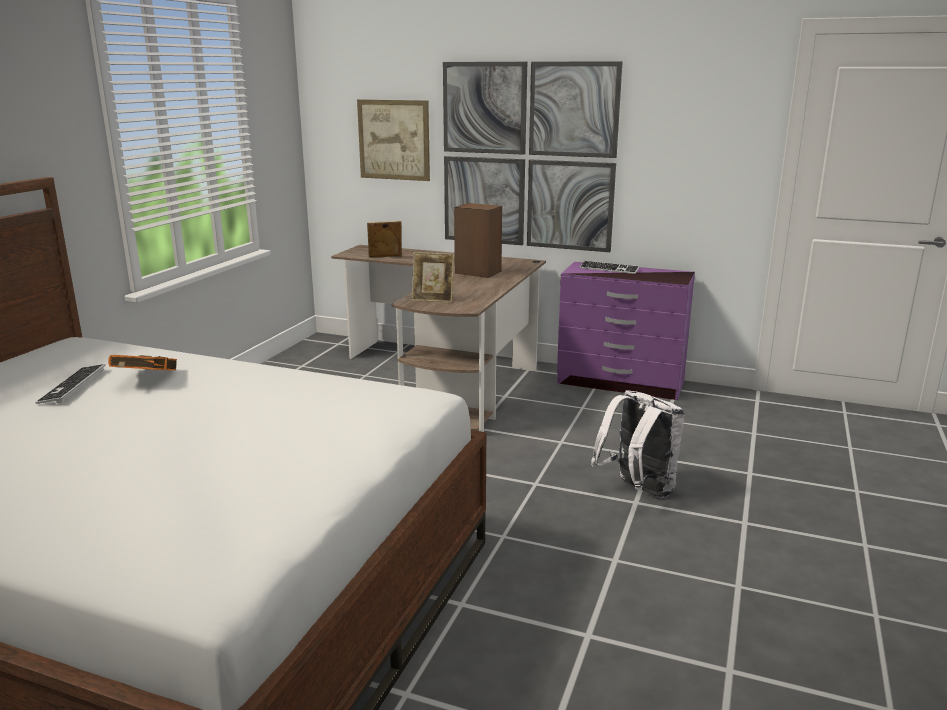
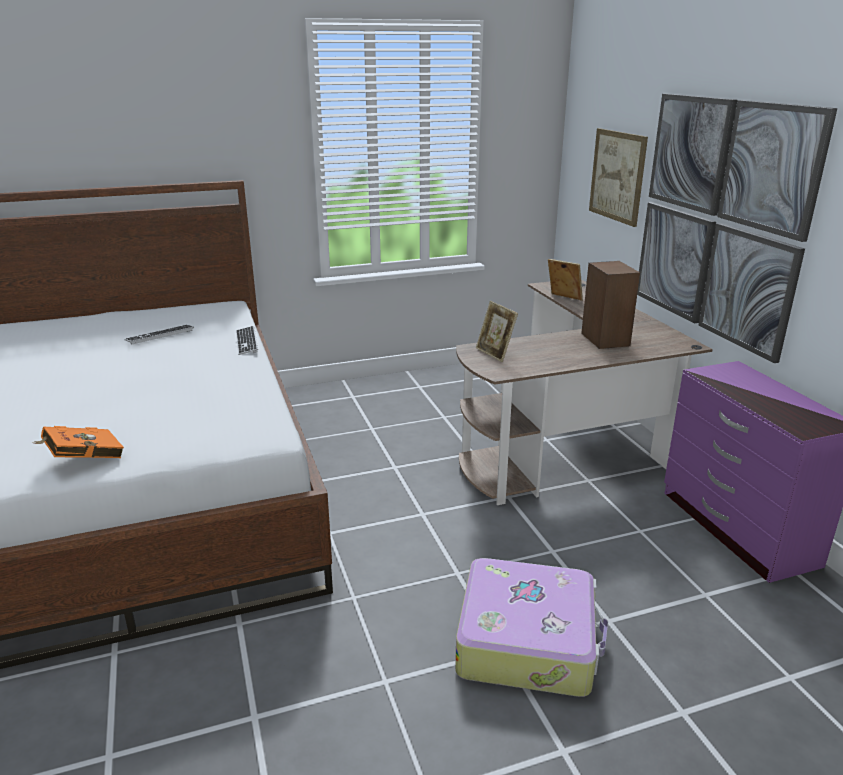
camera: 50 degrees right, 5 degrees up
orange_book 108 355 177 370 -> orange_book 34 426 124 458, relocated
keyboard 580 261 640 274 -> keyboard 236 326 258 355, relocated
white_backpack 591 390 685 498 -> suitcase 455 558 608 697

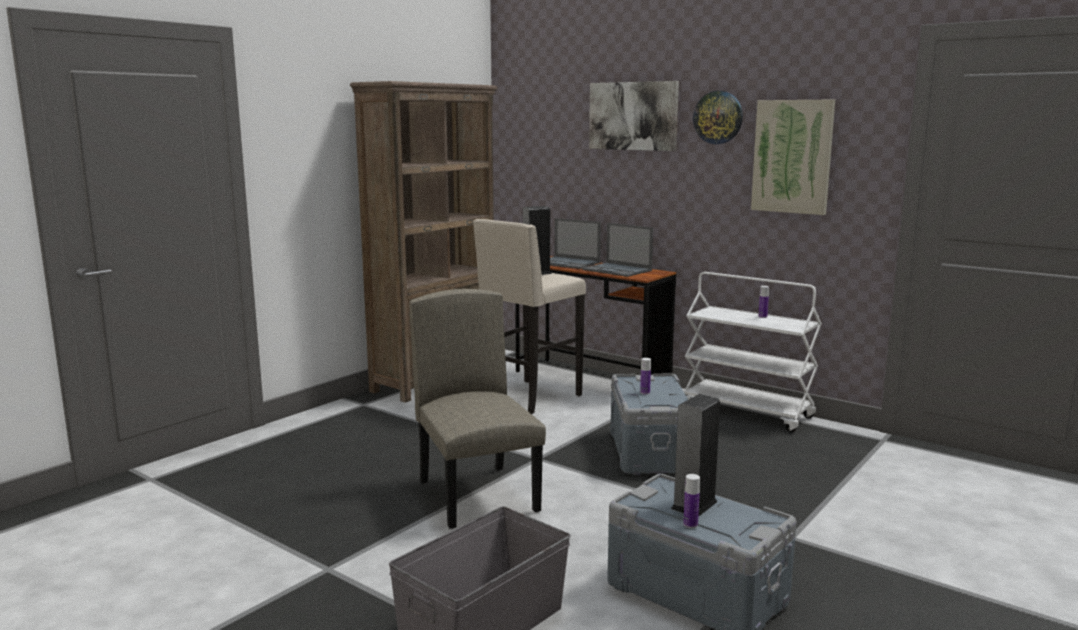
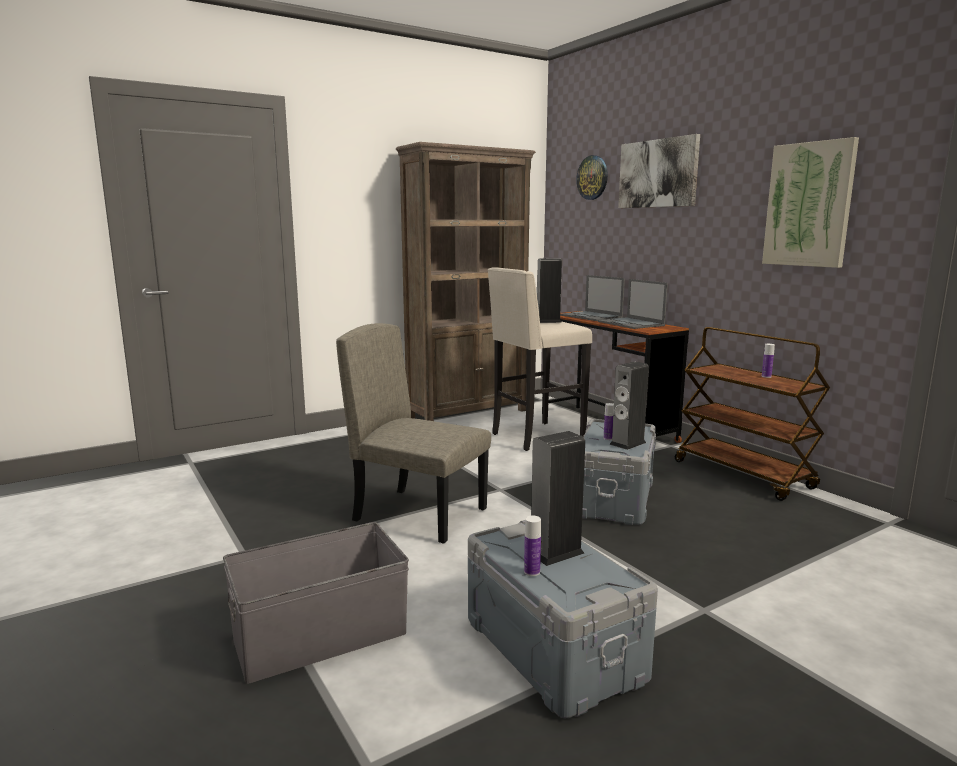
camera: 20 degrees right, 0 degrees up
beige_chair 409 289 546 529 -> beige_chair 336 323 491 543, 60 degrees counterclockwise
white_cart 684 272 822 433 -> brown_cart 675 327 830 501
wall_clock 693 91 743 144 -> wall_clock 576 155 608 200, relocated
none -> speaker 609 362 649 450

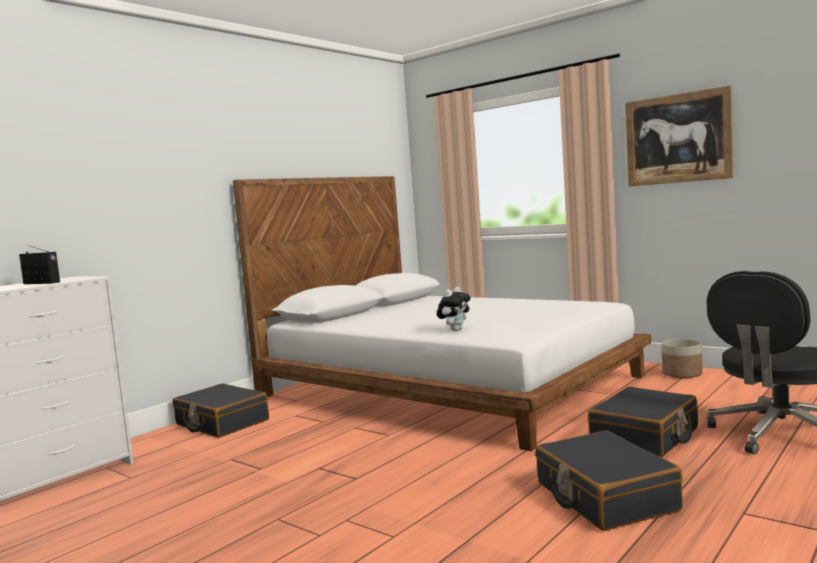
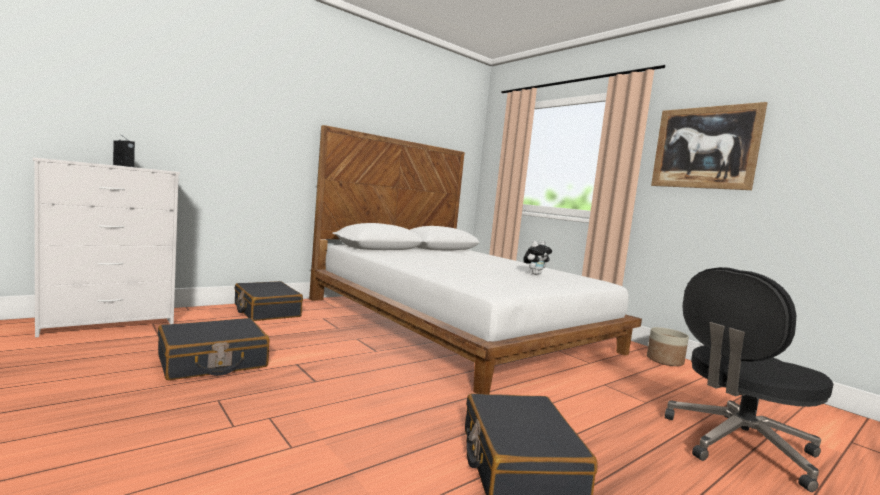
camera: 10 degrees right, 0 degrees up
plush_toy 437 287 471 331 -> plush_toy 523 241 552 275, relocated
black_suitcase 588 387 698 457 -> black_suitcase 158 318 269 380, relocated

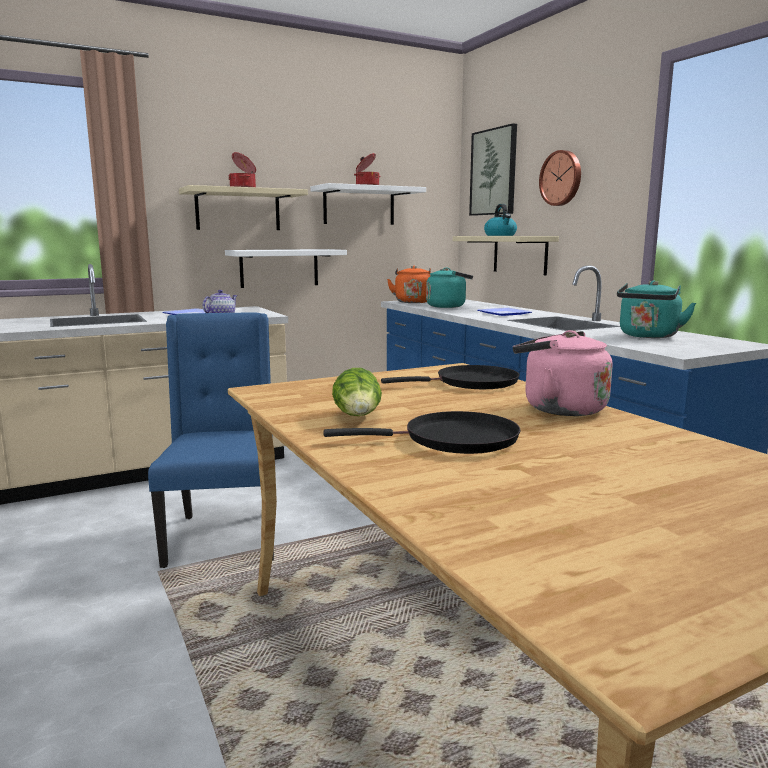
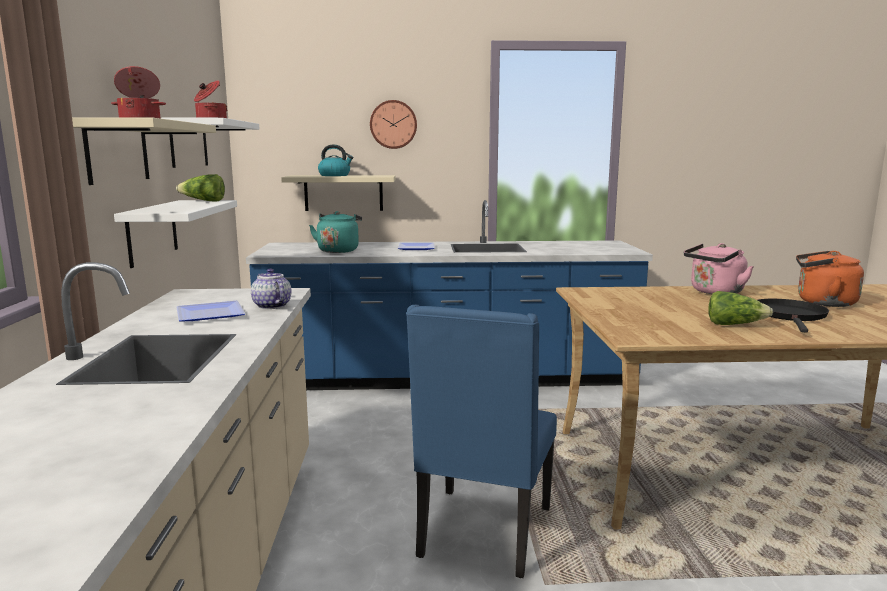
camera: 65 degrees left, 0 degrees up
blue_chair 148 312 274 568 -> blue_chair 406 305 557 578, 90 degrees counterclockwise
black_frying_pan 381 365 520 389 -> none
orange_kettle 387 266 431 303 -> orange_kettle 796 251 864 307, relocated
picture 469 123 517 216 -> none
turquoise_kettle 617 281 696 338 -> none
none -> lettuce 176 174 225 201

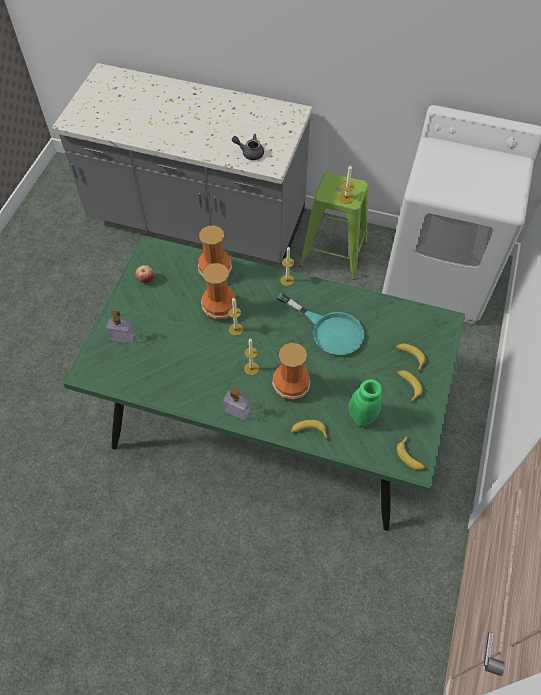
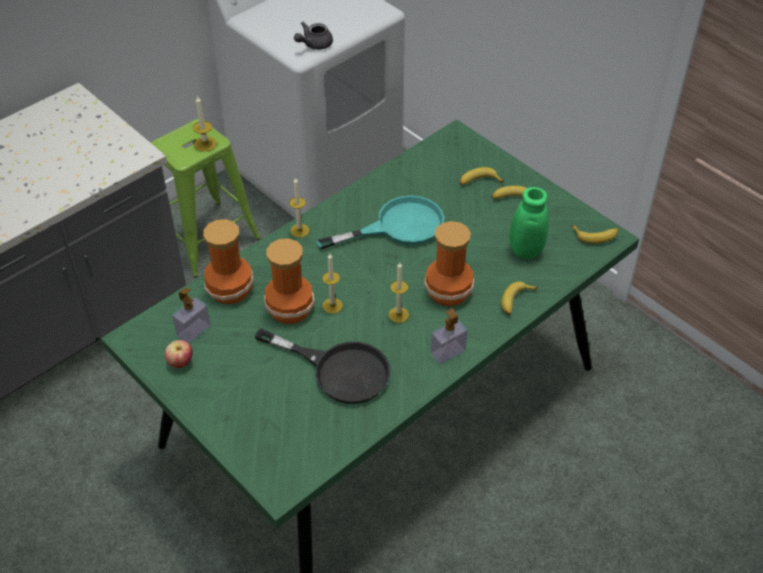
camera: 60 degrees left, 10 degrees down
soap_dispenser 106 311 135 344 -> soap_dispenser 172 287 211 343, relocated
grey_teapot 232 134 264 160 -> grey_teapot 294 22 333 50, relocated
none -> black_frying_pan 254 328 390 404

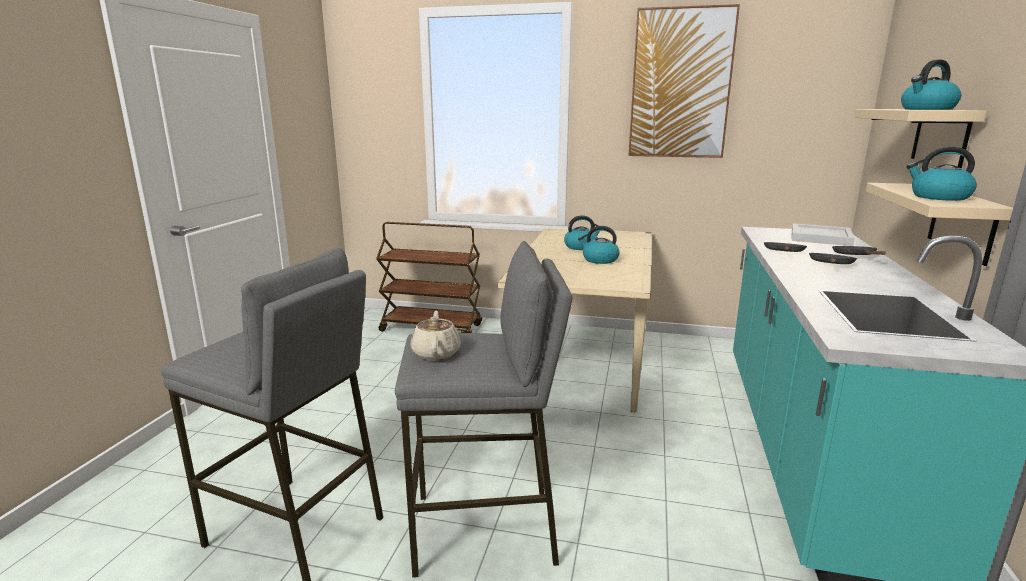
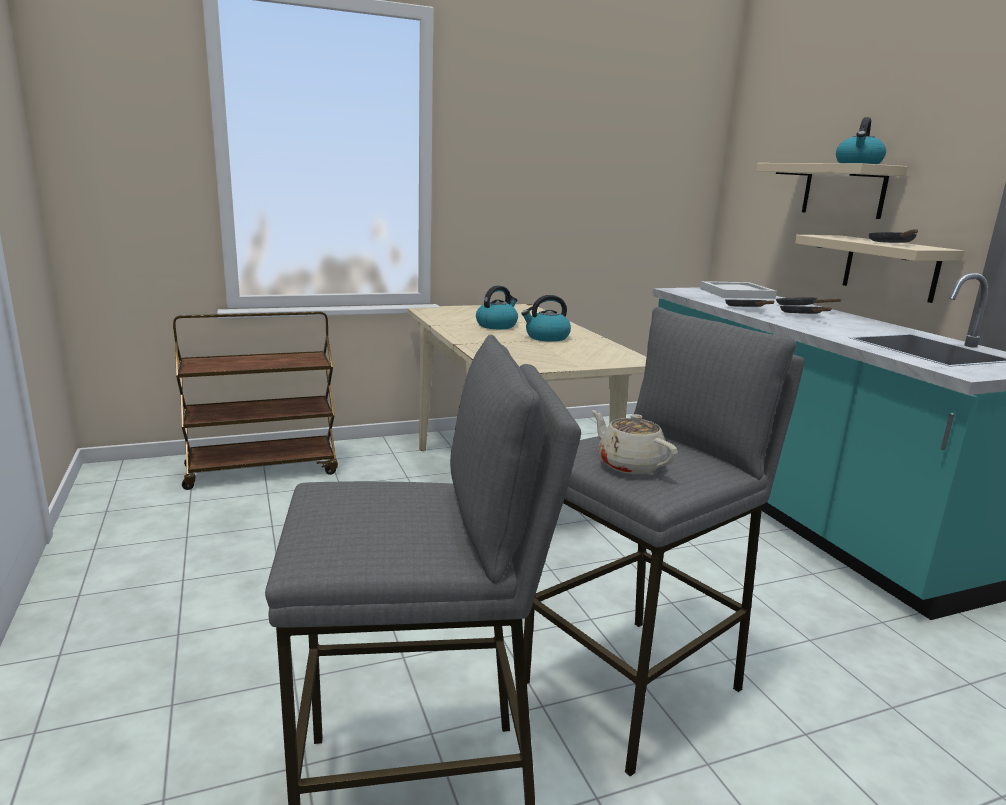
camera: 35 degrees left, 0 degrees up
picture 628 4 740 158 -> none
kettle 907 146 977 201 -> black_frying_pan 869 229 918 243

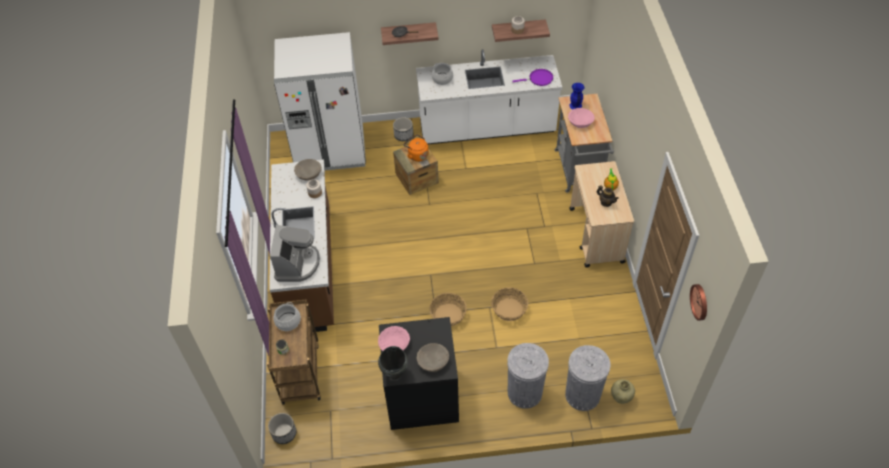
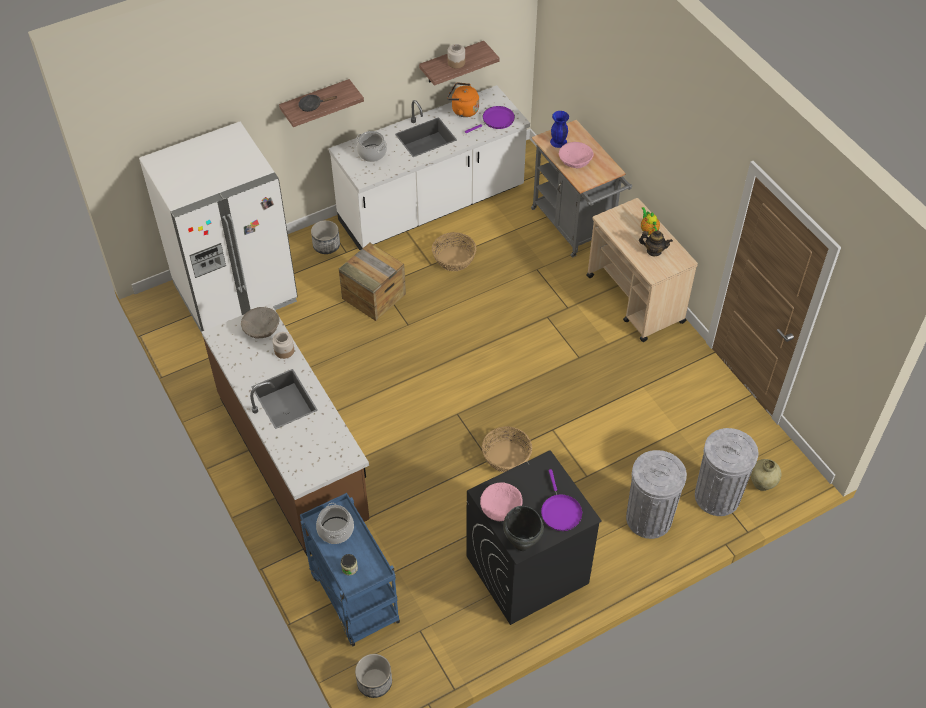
camera: 25 degrees left, 0 degrees up
brown_cart 267 299 321 404 -> blue_cart 300 493 400 646
coffee_machine 270 225 320 282 -> none
orange_kettle 404 134 429 162 -> orange_kettle 447 83 479 117, relocated
beige_bowl 417 343 449 372 -> purple_frying_pan 541 469 583 531
basket 491 287 528 321 -> basket 432 232 476 271, relocated
wall_clock 690 284 707 321 -> none

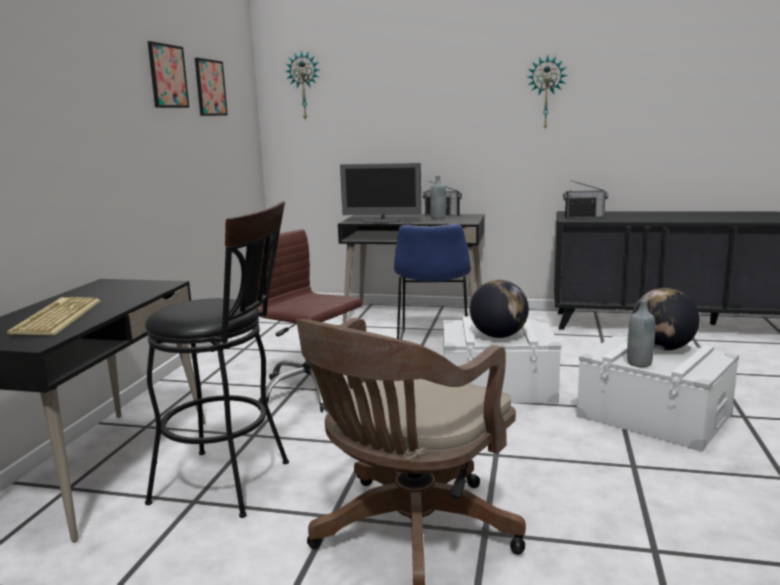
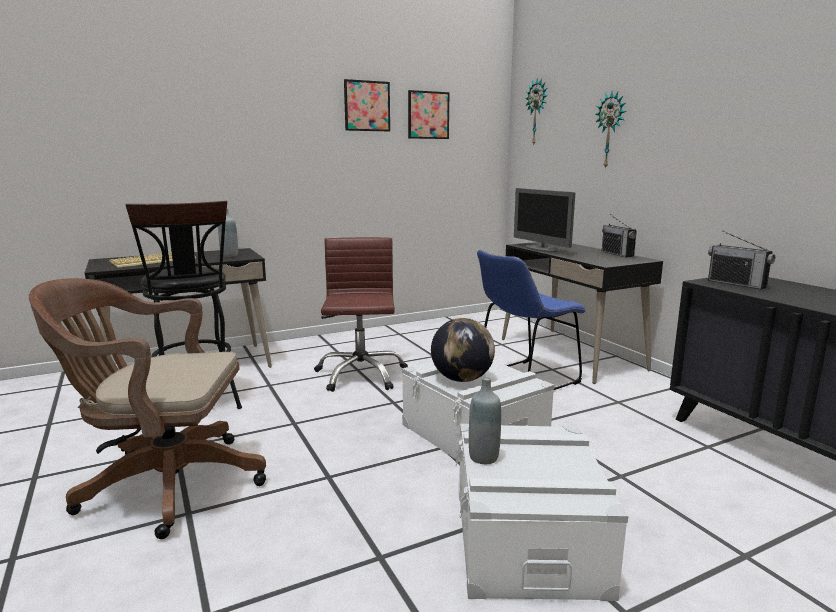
camera: 50 degrees right, 0 degrees up
grey_bottle 430 175 446 219 -> grey_bottle 218 208 238 257, relocated
wall_clock 528 55 568 130 -> wall_clock 595 91 626 169, relocated
globe 633 288 700 351 -> none

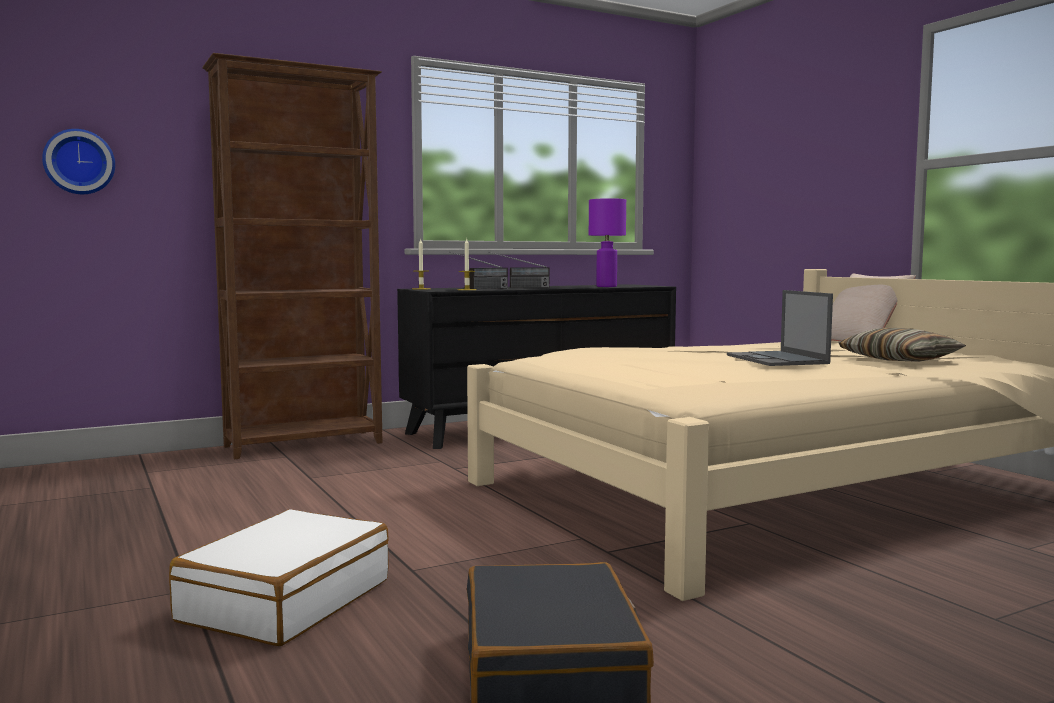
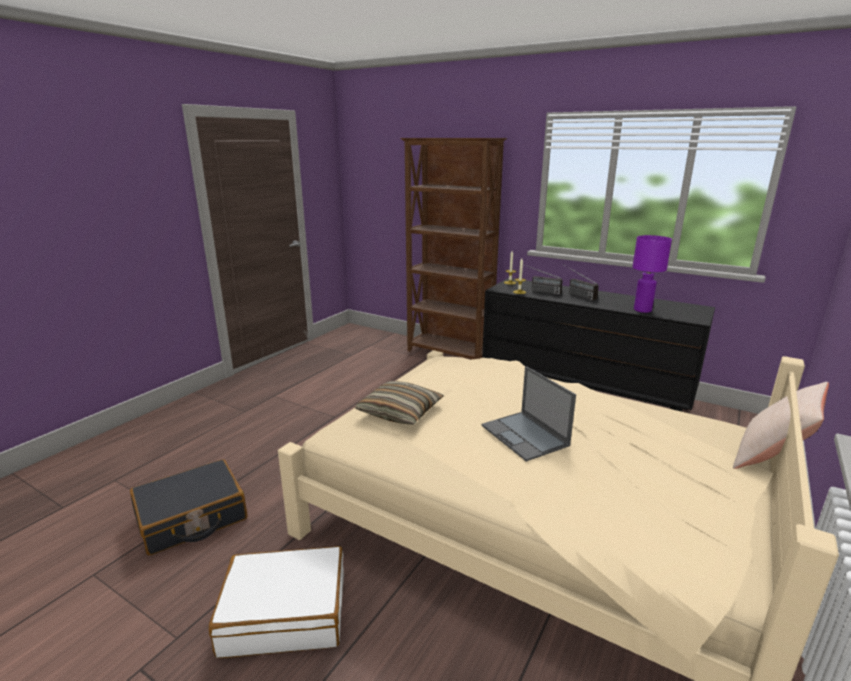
camera: 60 degrees right, 15 degrees up
wall_clock 42 129 115 194 -> none
white_suitcase 169 509 389 646 -> white_suitcase 209 546 344 658, relocated
laptop 727 290 833 366 -> laptop 482 366 576 462, 75 degrees counterclockwise
pillow 838 327 966 362 -> pillow 355 381 444 425, relocated

